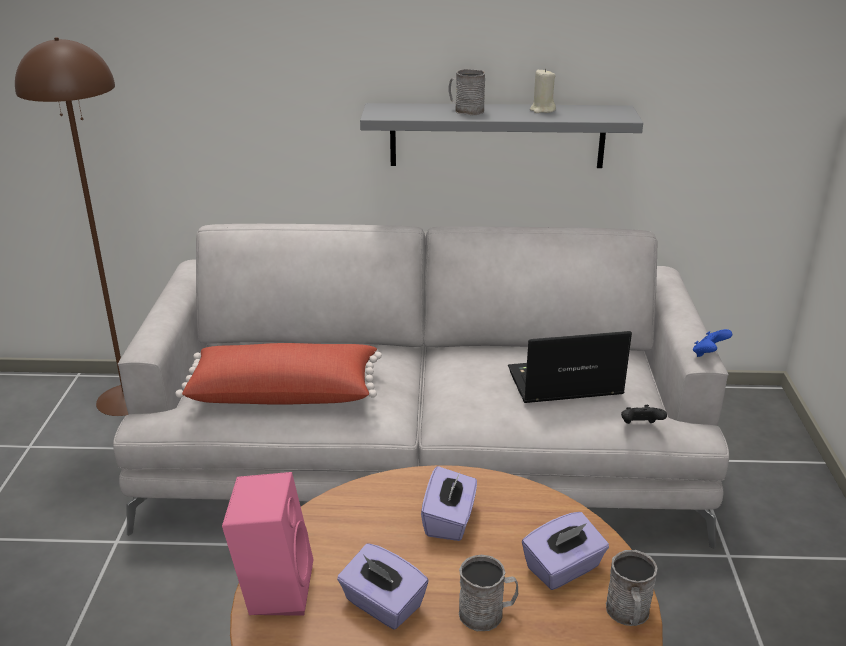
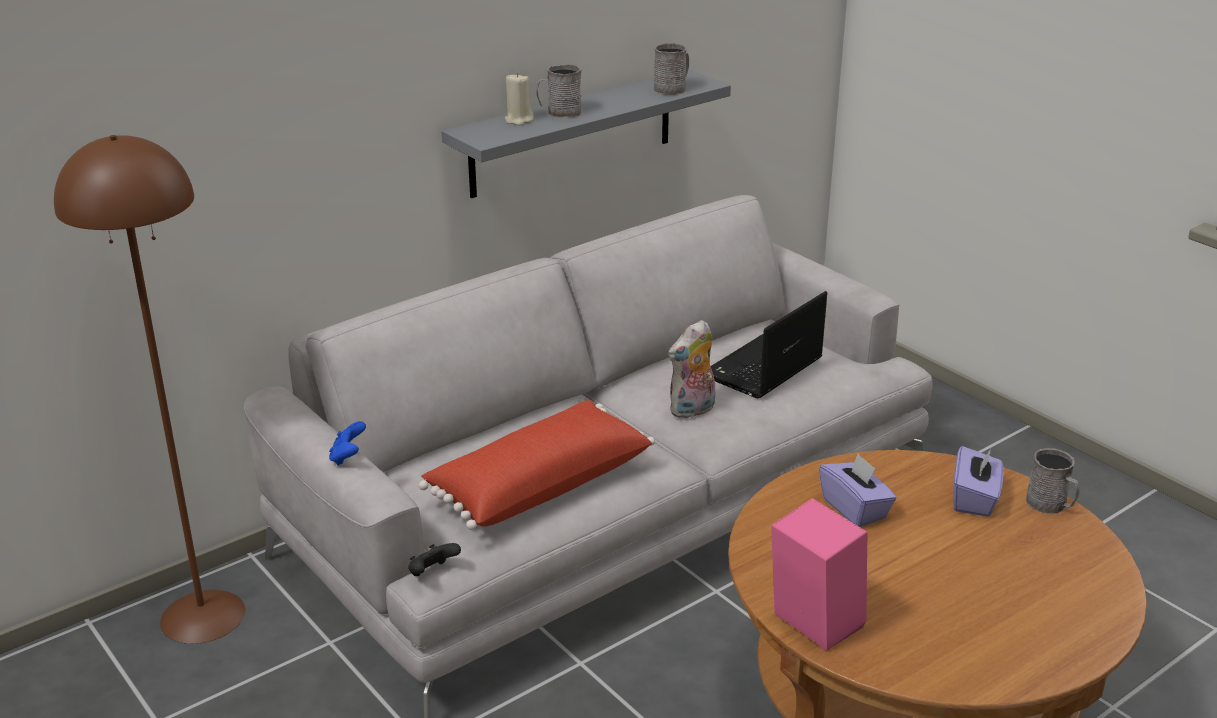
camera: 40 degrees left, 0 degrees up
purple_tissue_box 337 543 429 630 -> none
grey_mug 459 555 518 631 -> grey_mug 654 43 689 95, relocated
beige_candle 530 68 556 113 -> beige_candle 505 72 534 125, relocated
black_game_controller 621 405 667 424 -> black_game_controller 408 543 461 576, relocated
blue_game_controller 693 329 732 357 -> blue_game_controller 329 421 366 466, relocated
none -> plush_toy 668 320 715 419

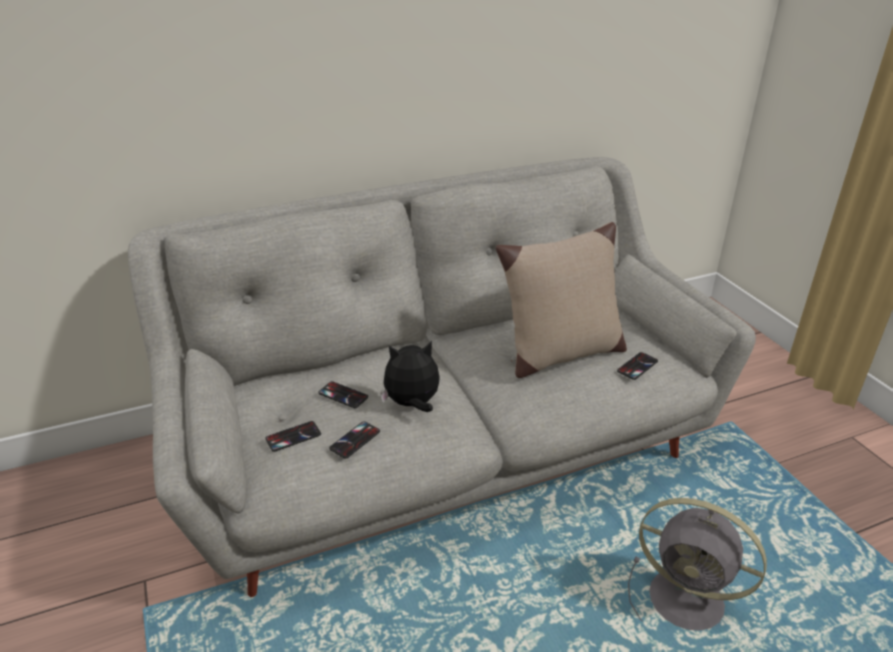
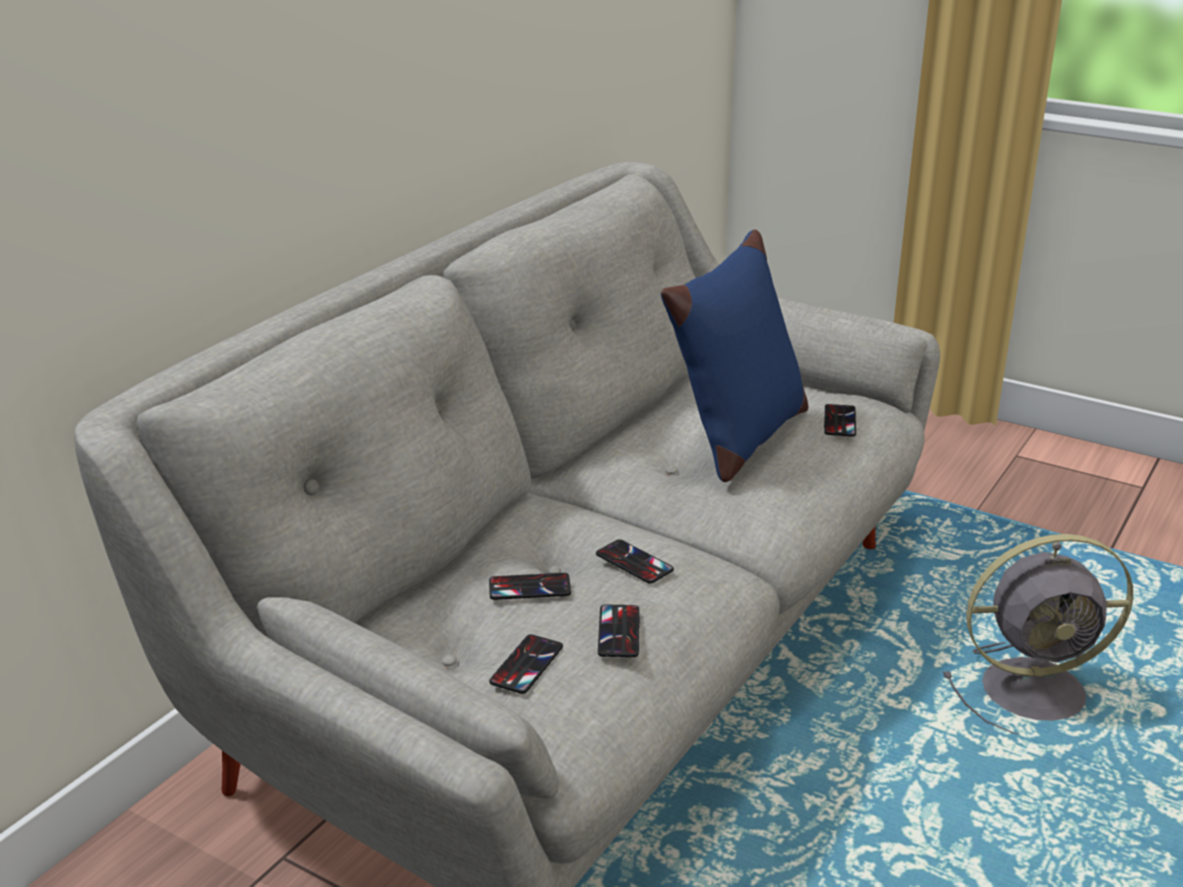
camera: 35 degrees left, 5 degrees down
plush_toy 381 341 440 412 -> phone 596 539 674 584
beige_pillow 496 222 627 378 -> blue_pillow 661 229 808 482

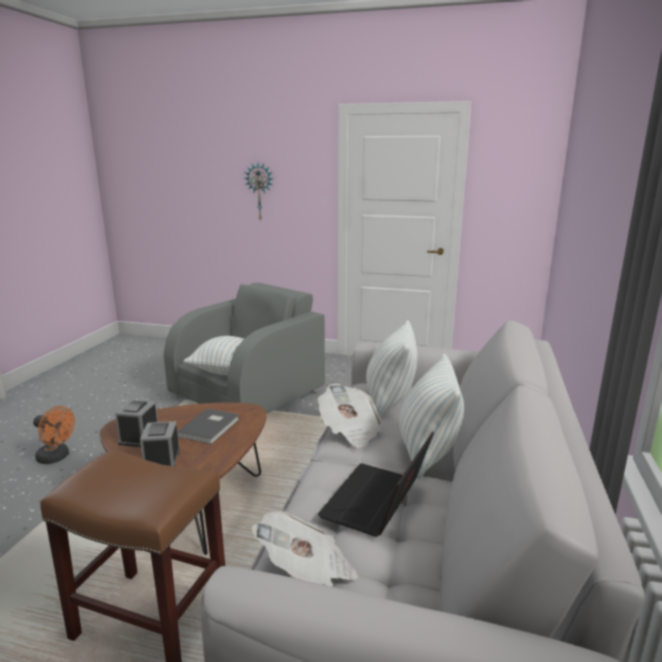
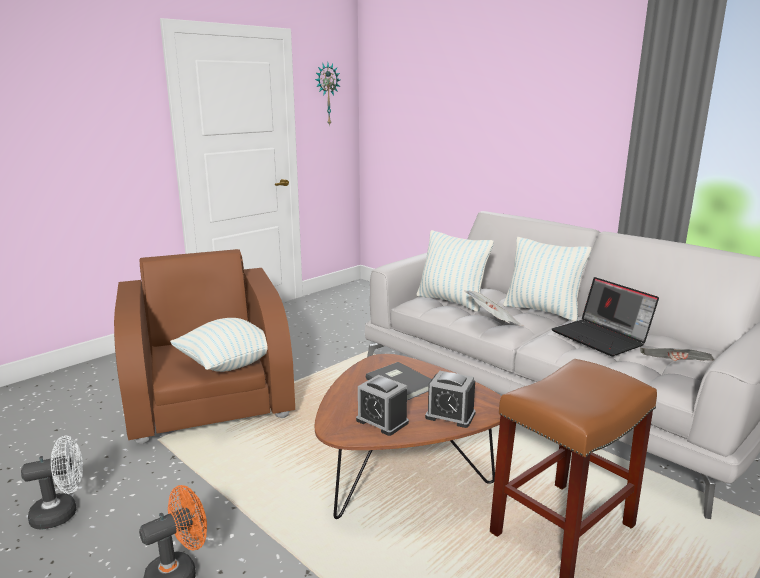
camera: 60 degrees left, 0 degrees up
grey_armchair 164 283 325 414 -> brown_armchair 114 249 295 444
wall_clock 244 163 273 221 -> wall_clock 315 62 340 126, relocated
none -> white_fan 21 436 83 530

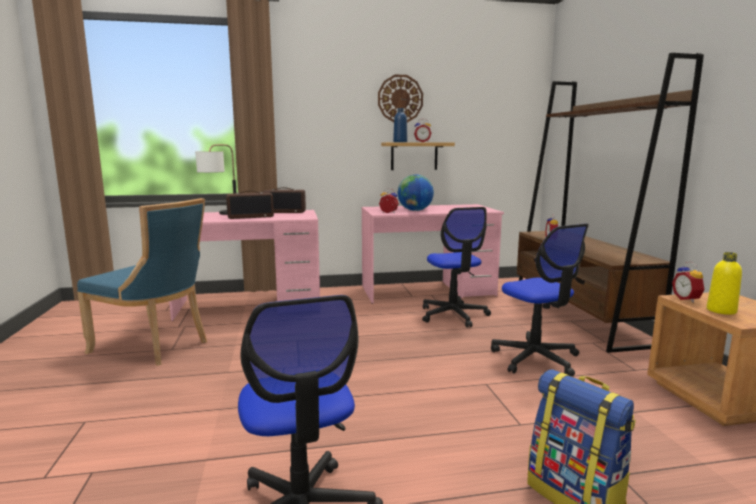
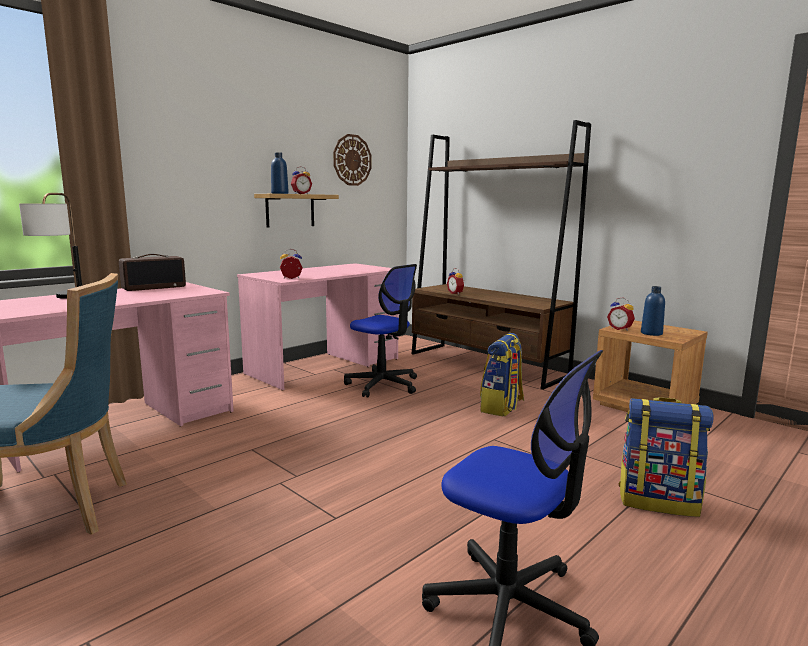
camera: 35 degrees left, 0 degrees up
radio 226 191 274 219 -> none
wall_clock 378 75 423 122 -> wall_clock 333 134 371 186, relocated
globe 398 174 434 211 -> none
office_chair 491 224 589 376 -> backpack 480 333 524 416
yellow_bottle 706 252 742 315 -> blue_bottle 641 286 665 336

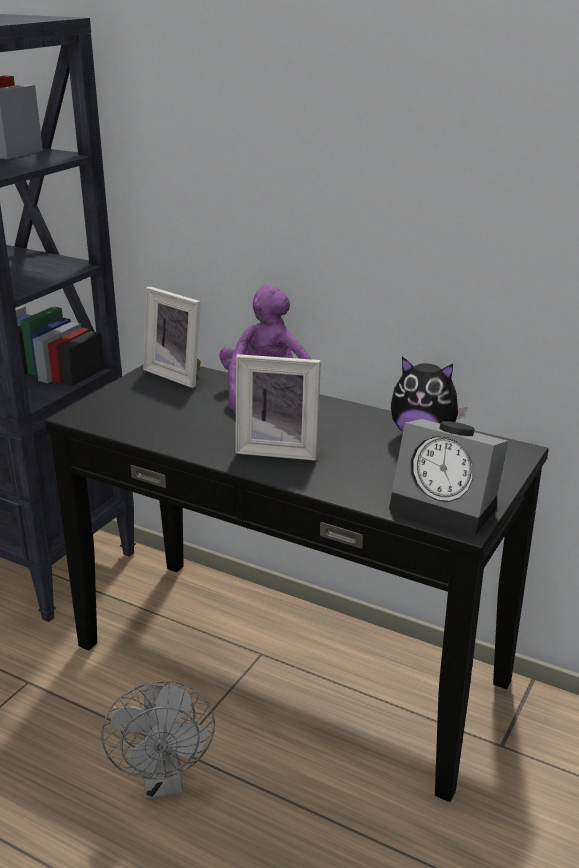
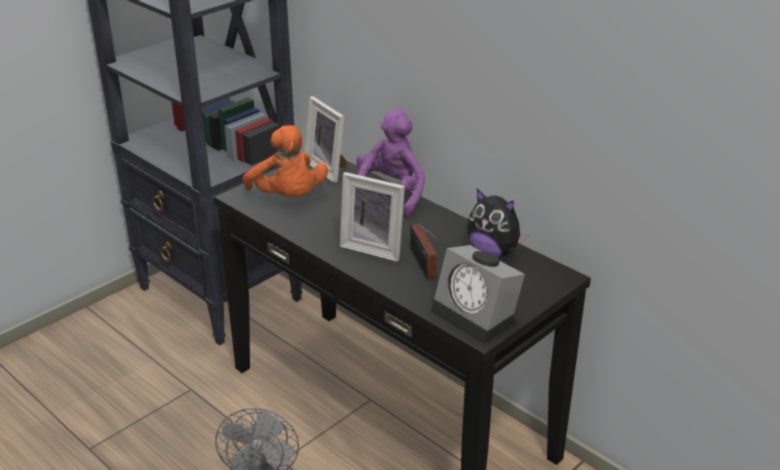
camera: 15 degrees right, 5 degrees up
none -> orange_plush_toy 243 125 328 198
none -> radio 410 224 438 279

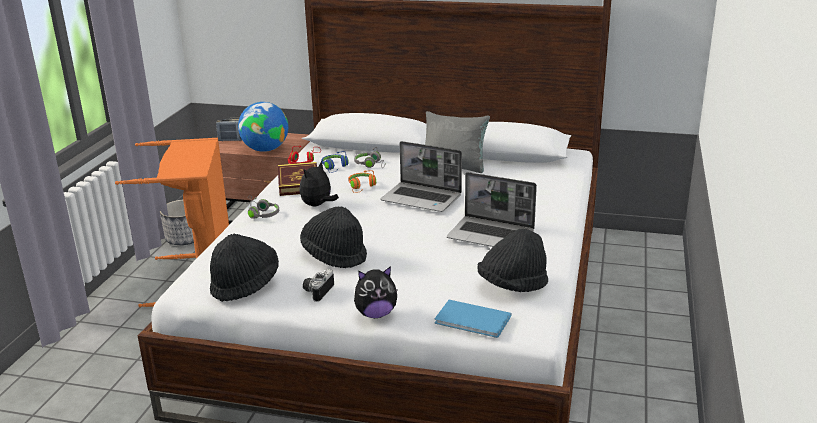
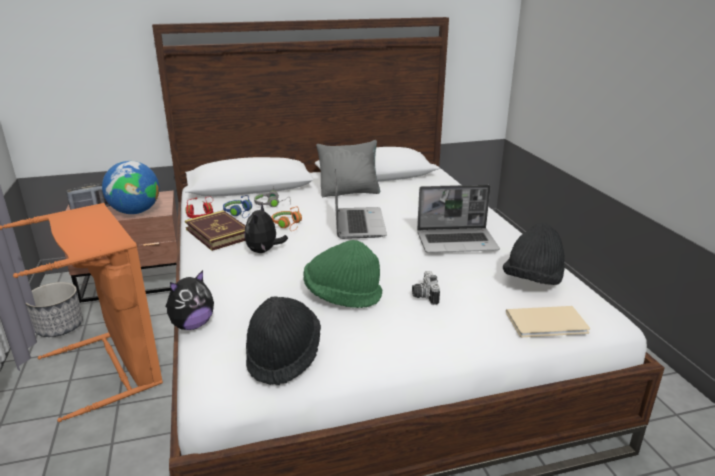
camera: 30 degrees left, 0 degrees up
grey_headphones 245 195 279 219 -> none
black_hat 300 207 367 268 -> green_hat 303 240 382 308
photo_camera 303 269 334 302 -> photo_camera 412 271 440 305, relocated
plush_toy 354 266 398 318 -> plush_toy 166 270 214 330, relocated
laptop 380 141 462 212 -> laptop 335 168 387 239, 90 degrees counterclockwise
blue_book 434 300 512 338 -> beige_book 506 306 590 337

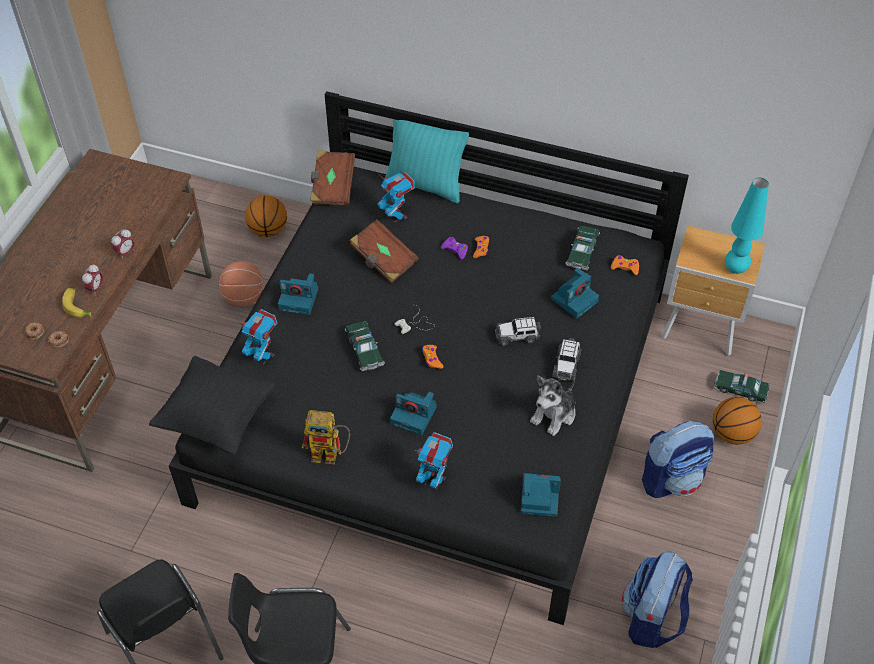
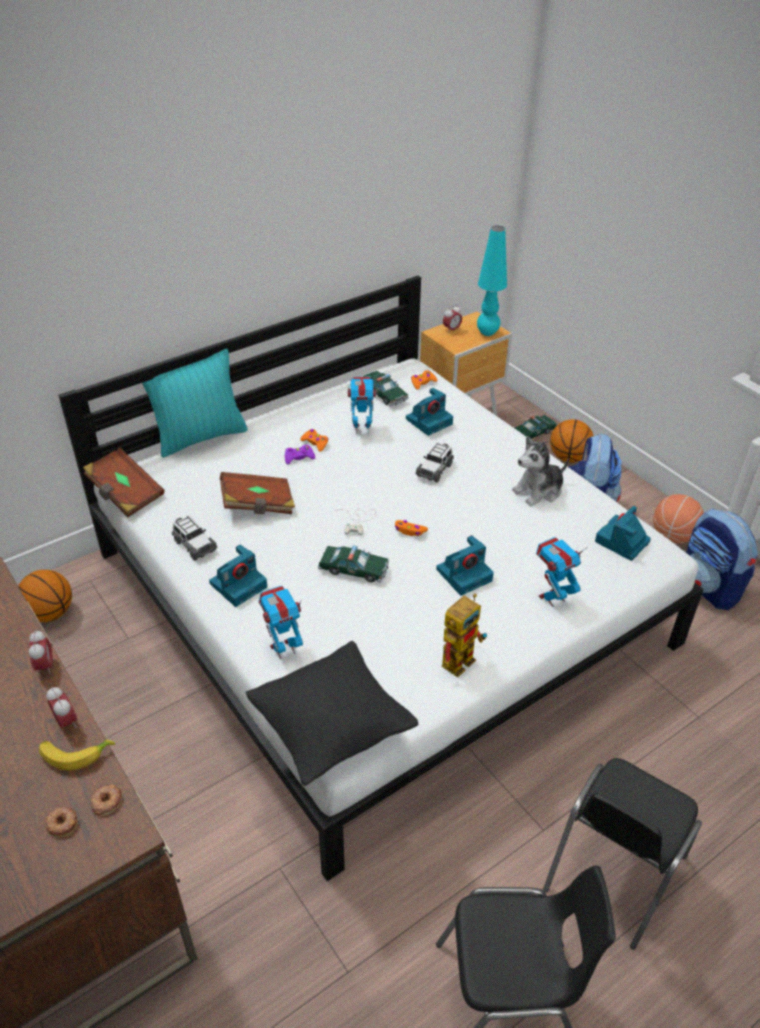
camera: 55 degrees left, 10 degrees down
black_bed 169 91 689 625 -> white_bed 58 276 704 881
basketball 219 261 264 306 -> basketball 653 494 704 543, relocated
toy_robot 377 172 415 223 -> toy_robot 348 377 376 434, relocated
plush_toy 530 376 575 436 -> plush_toy 512 436 569 506, 75 degrees clockwise
photo_camera 551 268 599 319 -> photo_camera 406 388 453 436, 60 degrees clockwise
toy_car 552 338 581 381 -> toy_car 172 516 217 561, relocated
none -> alarm_clock 443 305 462 332

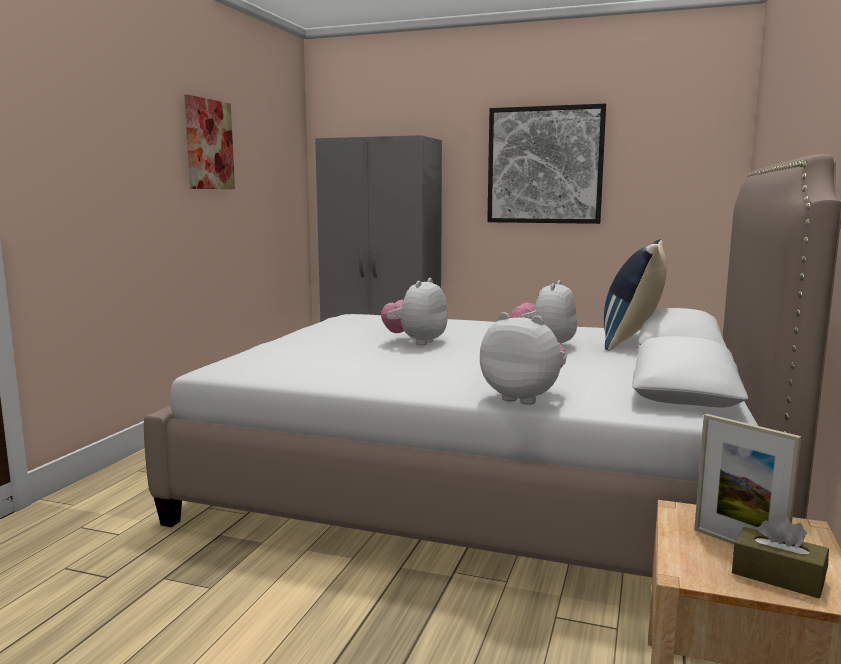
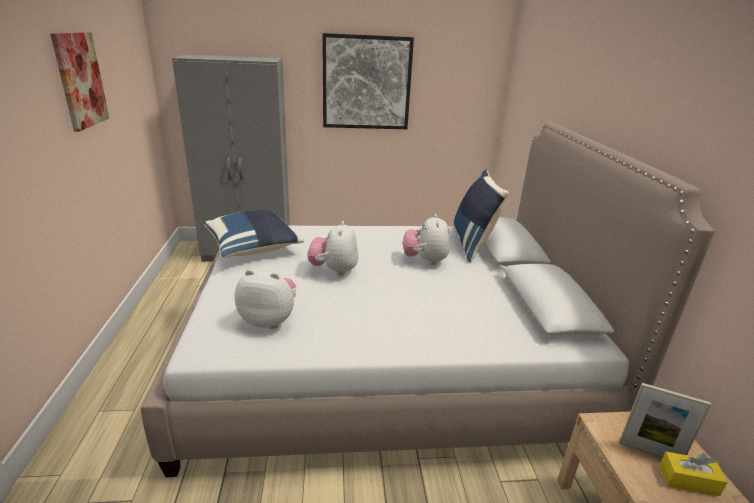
camera: 25 degrees left, 15 degrees up
plush_toy 480 312 567 405 -> plush_toy 235 270 296 329, relocated
brown_tissue_box 732 515 829 598 -> yellow_tissue_box 659 452 728 496
none -> blue_pillow 204 210 304 258

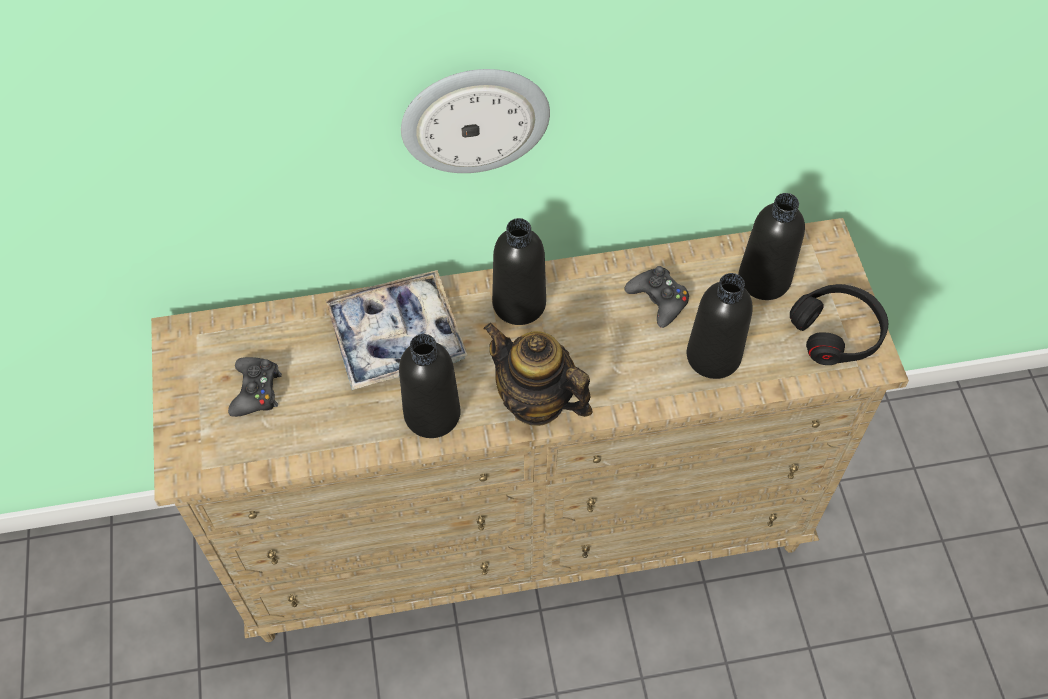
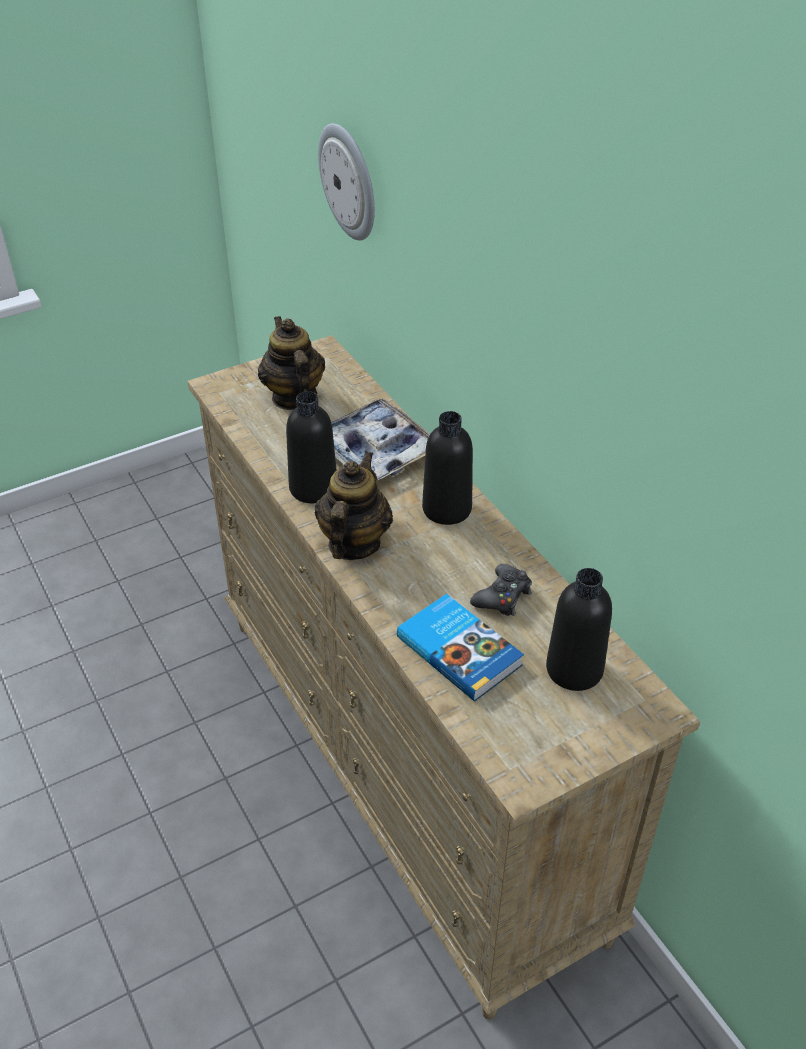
camera: 70 degrees right, 15 degrees down
black_game_controller 228 357 282 417 -> teapot 258 316 325 410
wall_clock 401 69 550 173 -> wall_clock 318 123 375 241, relocated
black_bottle 687 273 753 379 -> book 397 594 524 702
black_headphones 790 284 888 365 -> none

